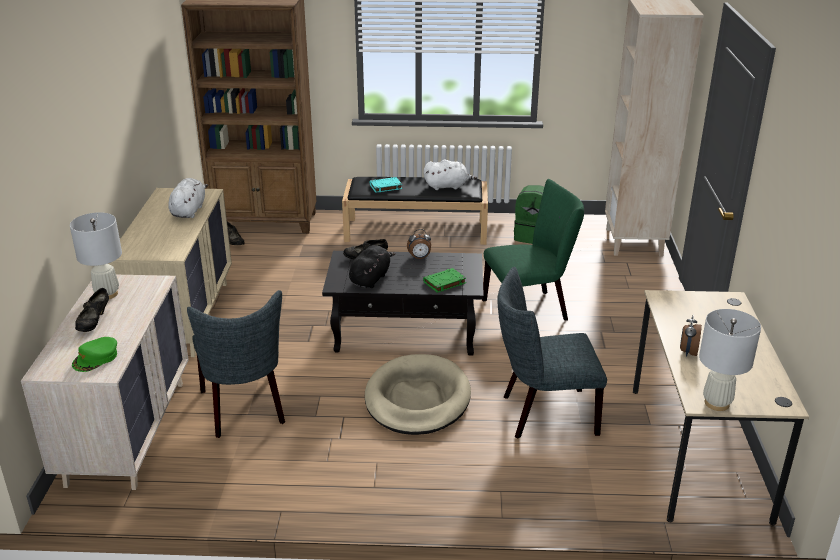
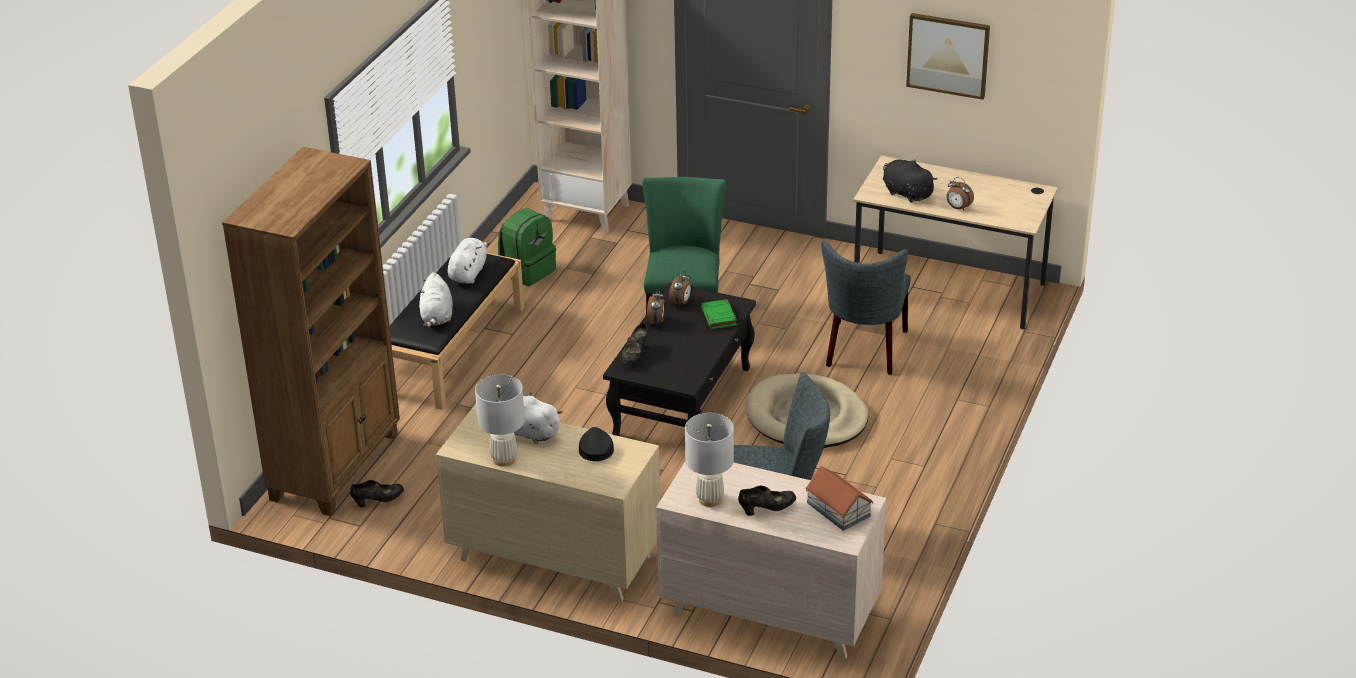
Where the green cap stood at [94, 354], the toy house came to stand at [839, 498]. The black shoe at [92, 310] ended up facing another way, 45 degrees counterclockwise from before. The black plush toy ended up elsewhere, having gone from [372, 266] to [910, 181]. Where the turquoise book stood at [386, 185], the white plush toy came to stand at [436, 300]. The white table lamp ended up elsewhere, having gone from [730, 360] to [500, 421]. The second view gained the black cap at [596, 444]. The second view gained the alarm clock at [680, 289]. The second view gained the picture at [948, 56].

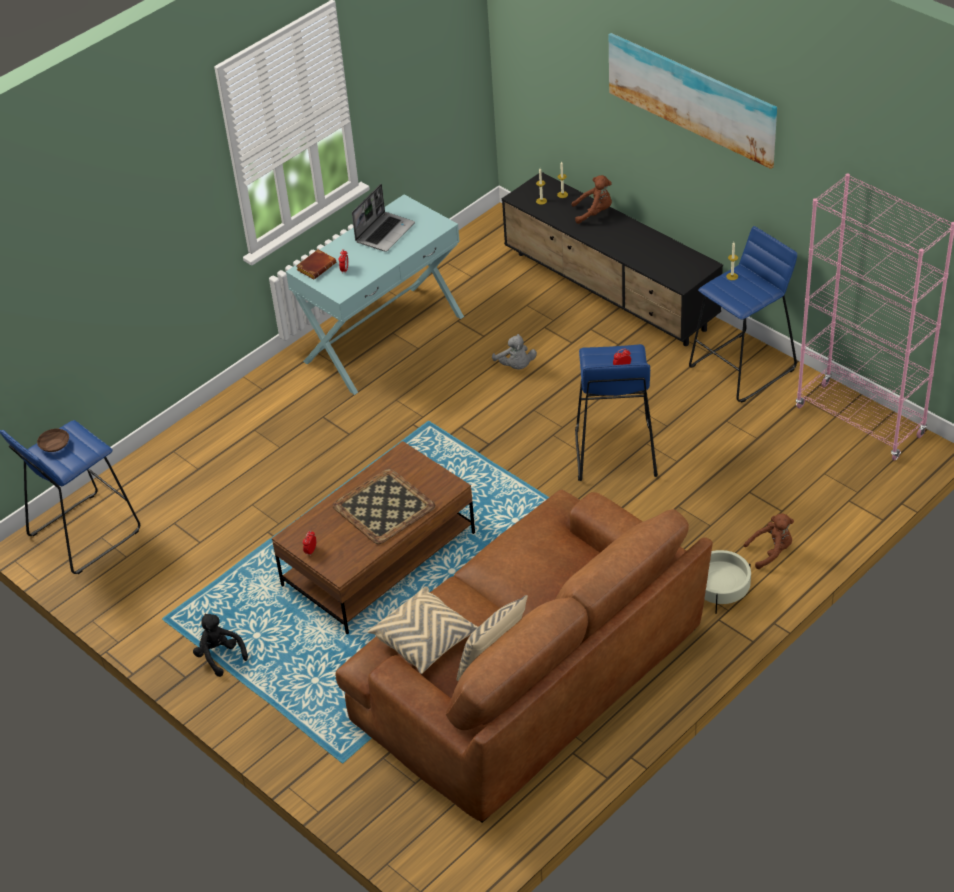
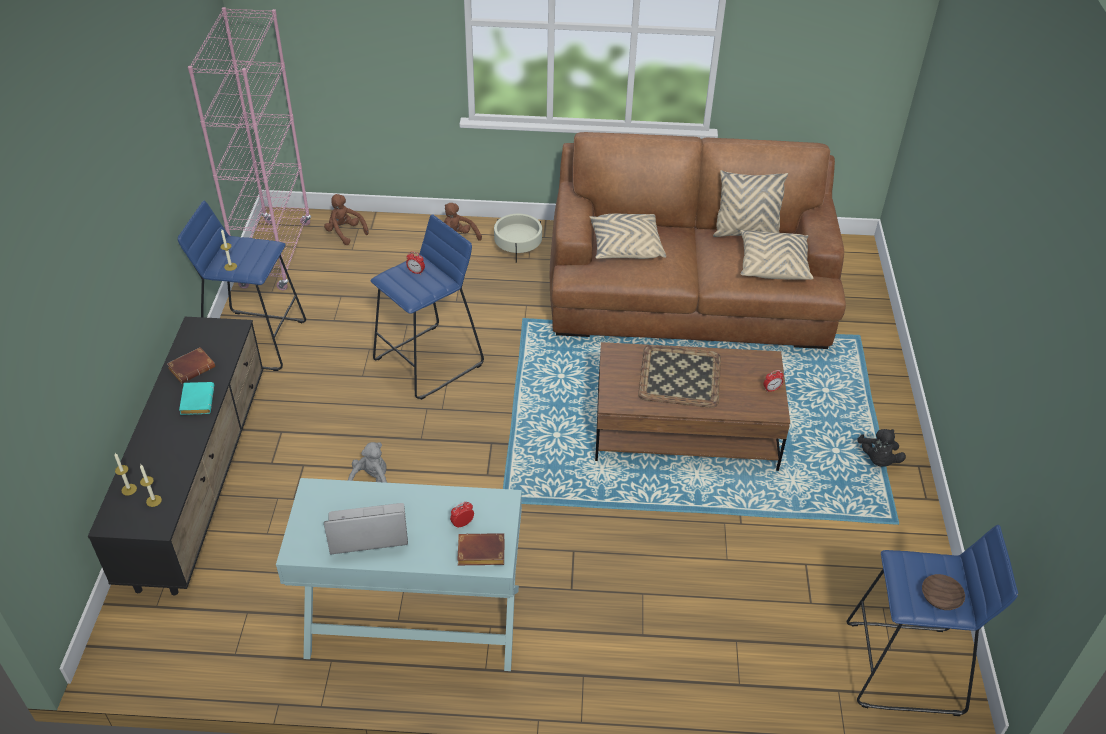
The brown plush toy ended up elsewhere, having gone from [591, 199] to [346, 219]. The second view lost the picture at [693, 101]. The second view gained the brown book at [191, 365]. The second view gained the turquoise book at [196, 398]. The second view gained the beige pillow at [627, 236].

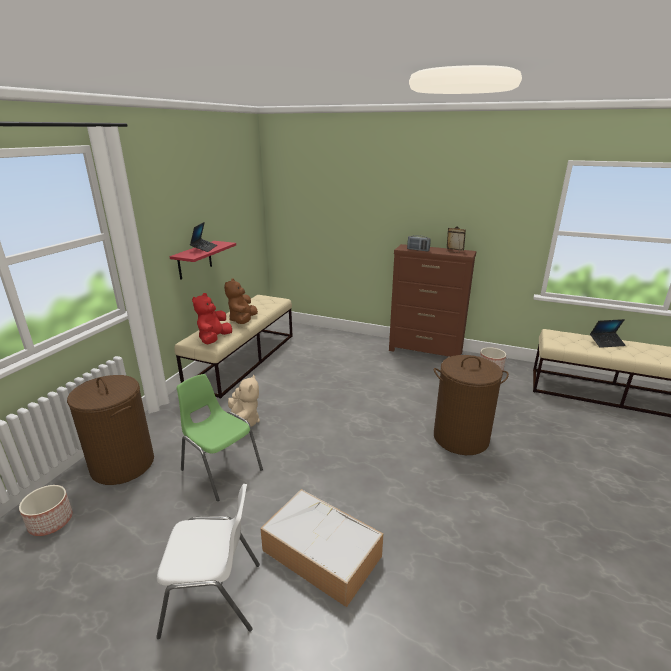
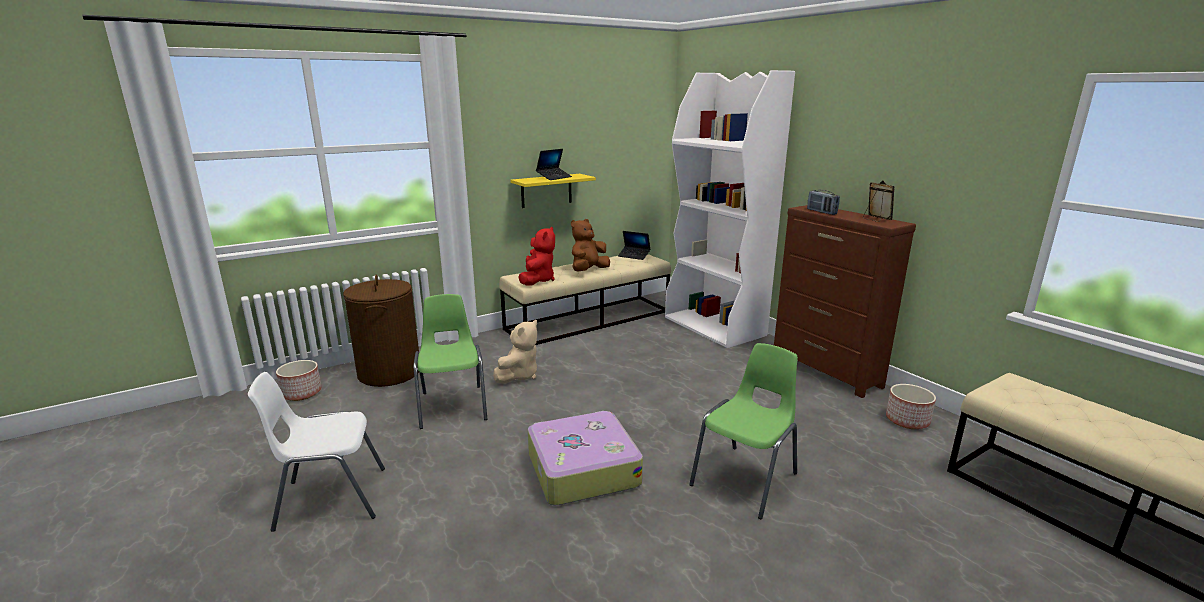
The white chair at [208, 561] ended up facing another way, 135 degrees clockwise from before. What was the red shelf at [203, 260] turned into the yellow shelf at [553, 191]. The red plush toy at [212, 318] ended up facing another way, 135 degrees clockwise from before. The second view lost the storage box at [321, 548]. Where the brown laundry basket stood at [471, 405], the green chair came to stand at [743, 431]. The laptop ended up elsewhere, having gone from [608, 333] to [634, 245]. The second view gained the suitcase at [585, 458]. The second view gained the white bookcase at [730, 209].

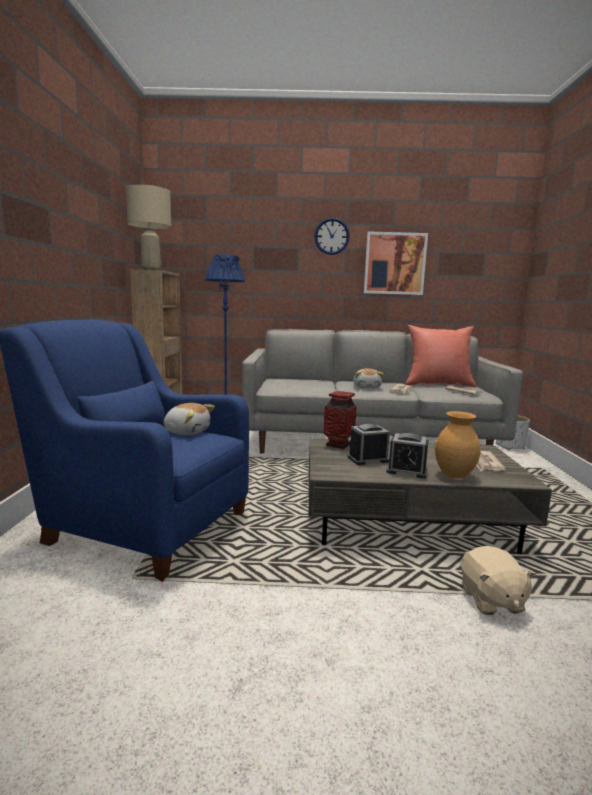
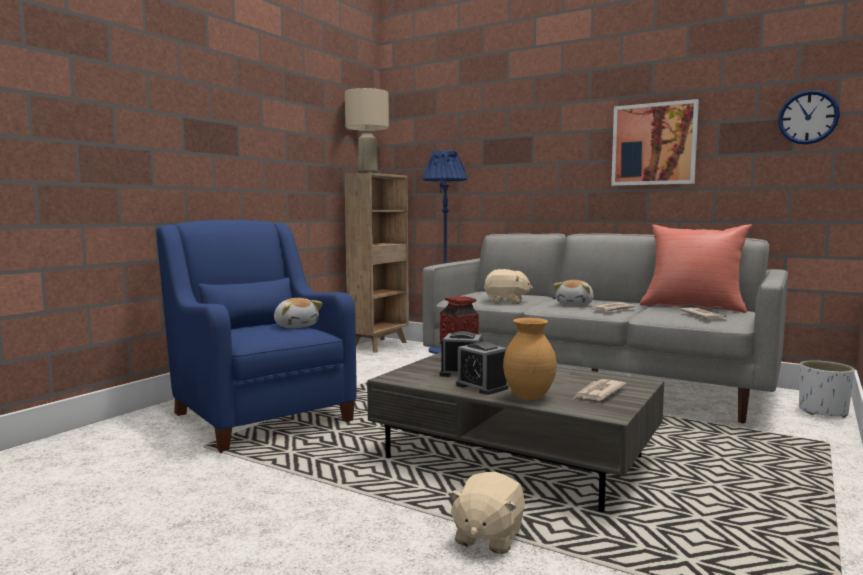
The wall clock ended up elsewhere, having gone from [332, 236] to [809, 117]. The second view gained the beige plush toy at [508, 286].

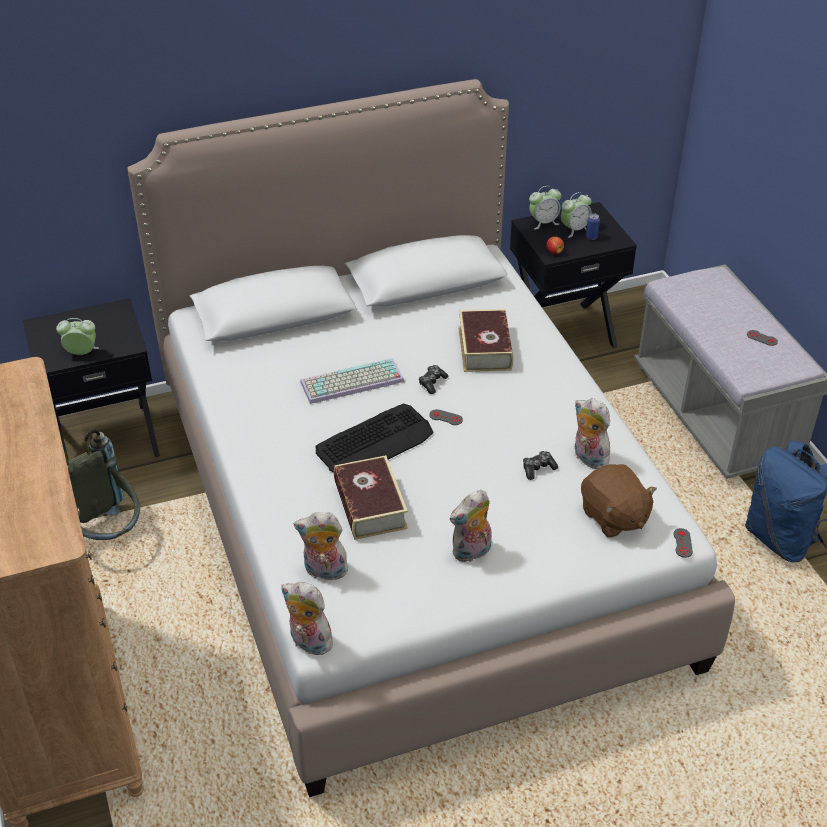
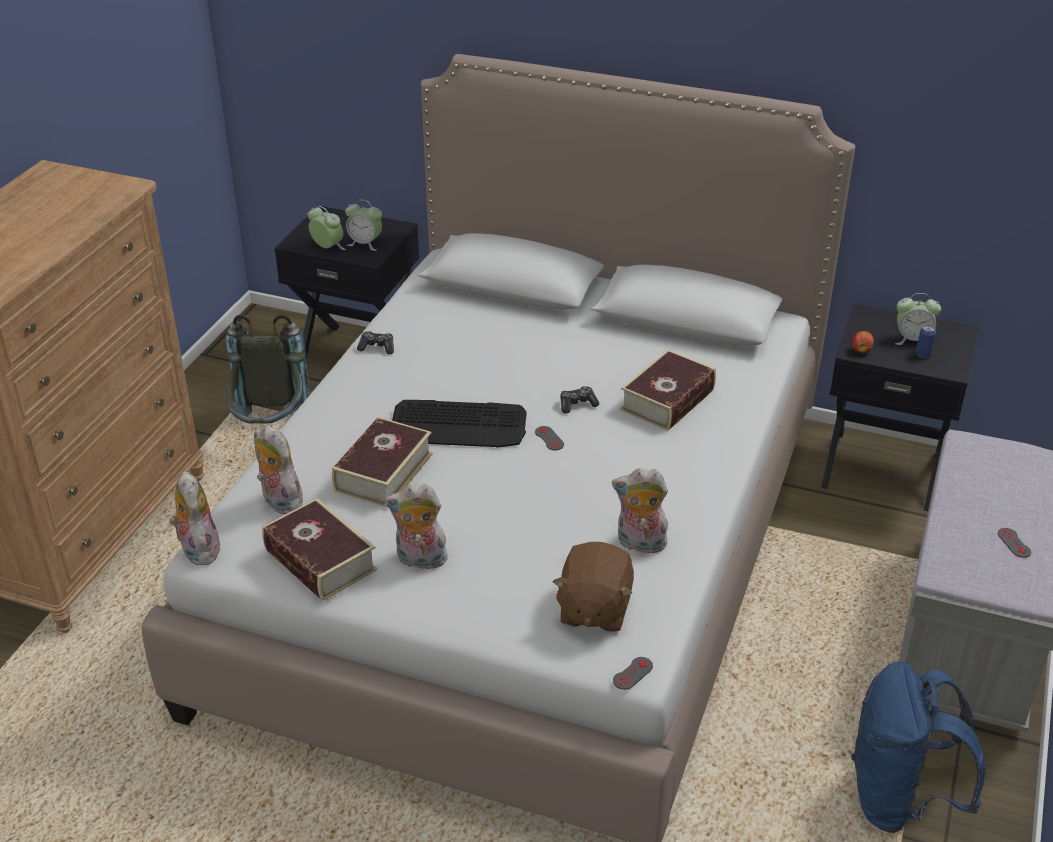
The second view lost the keyboard at [352, 381]. The game controller ended up elsewhere, having gone from [540, 465] to [375, 342]. The alarm clock ended up elsewhere, having gone from [545, 208] to [363, 225]. The plush toy at [592, 433] ended up facing another way, 75 degrees counterclockwise from before. The second view gained the book at [319, 549].

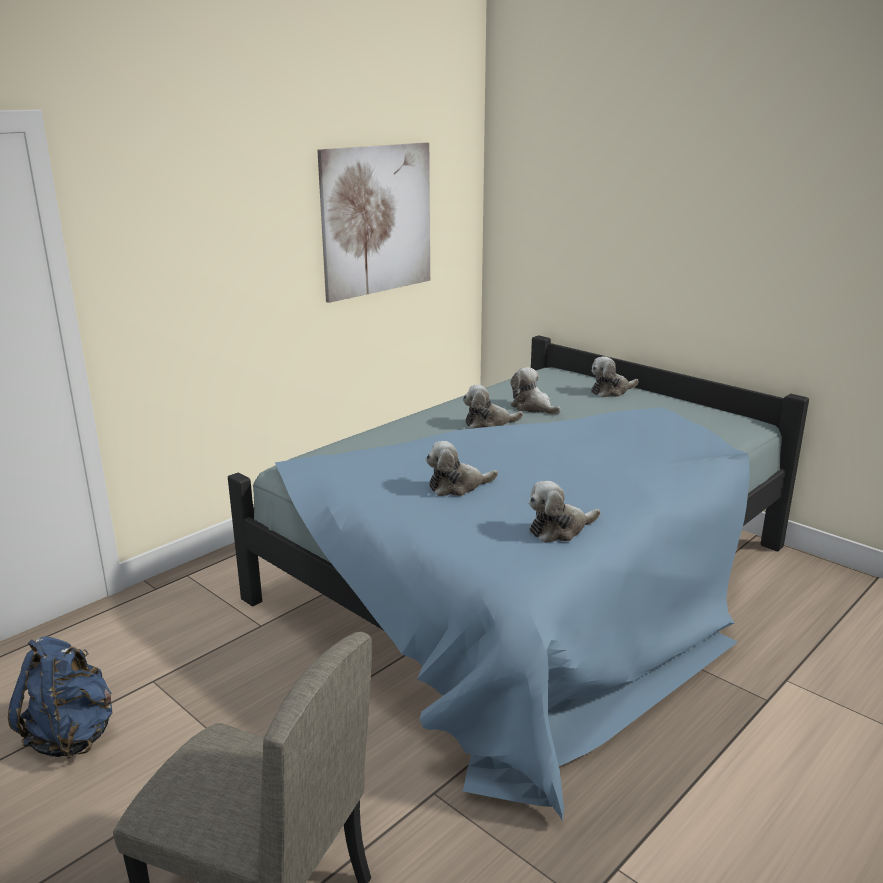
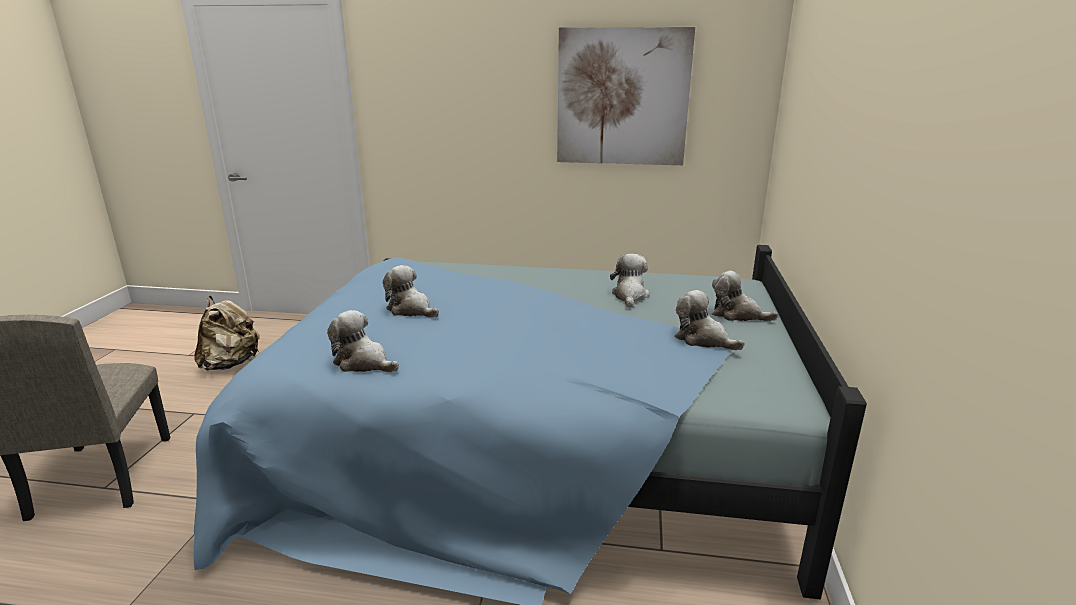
What was the blue backpack at [60, 697] turned into the beige backpack at [227, 333]. The plush toy ended up elsewhere, having gone from [492, 406] to [709, 320].

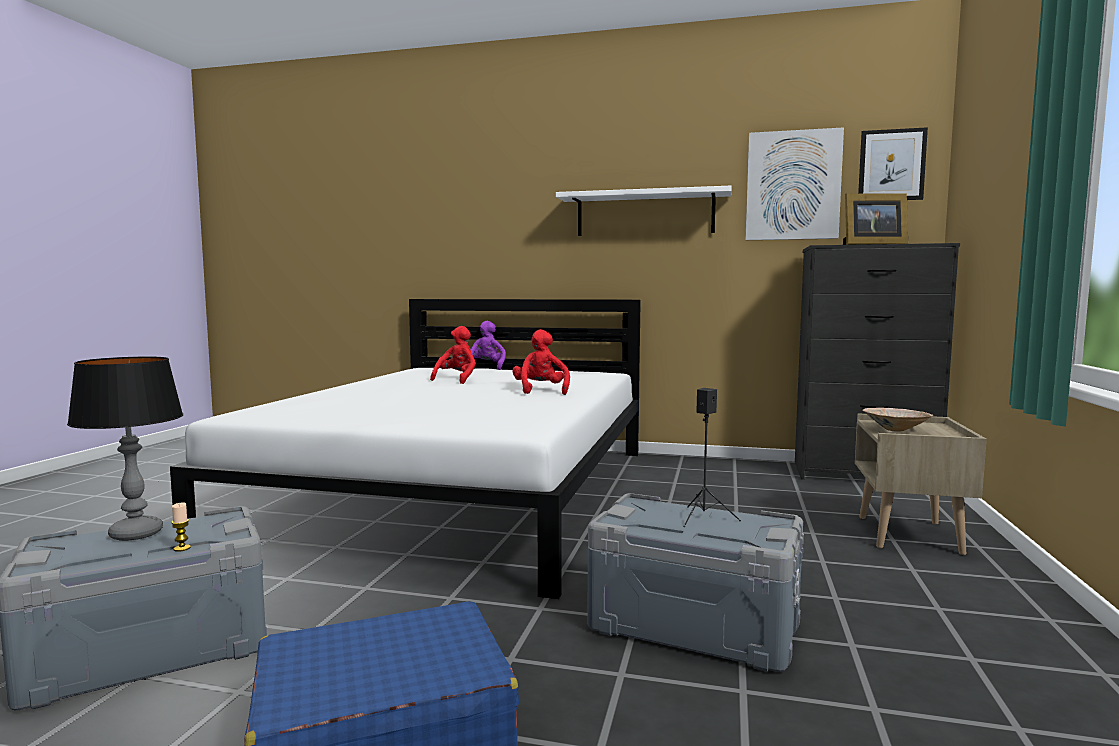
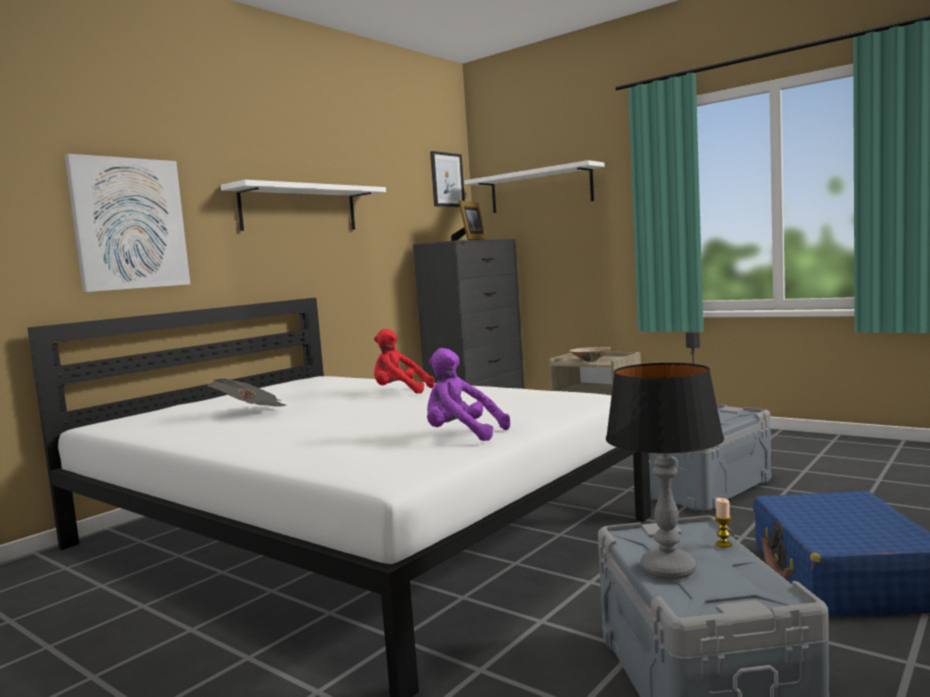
Where the red plush toy stood at [453, 355], the newspaper came to stand at [246, 393]. The purple plush toy ended up elsewhere, having gone from [488, 345] to [468, 394]. The picture ended up elsewhere, having gone from [795, 183] to [127, 223]. The second view gained the white shelf at [534, 186].

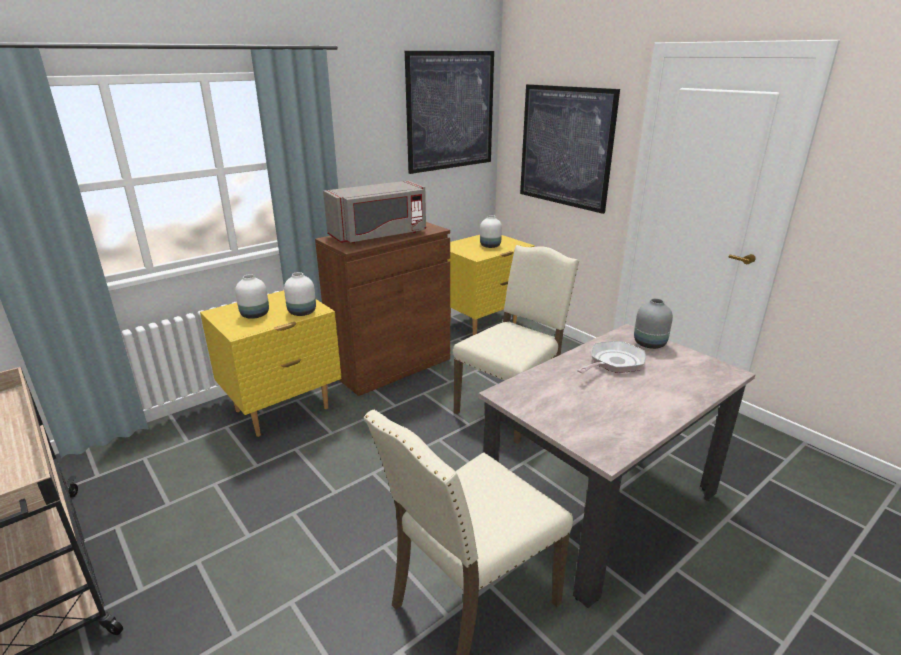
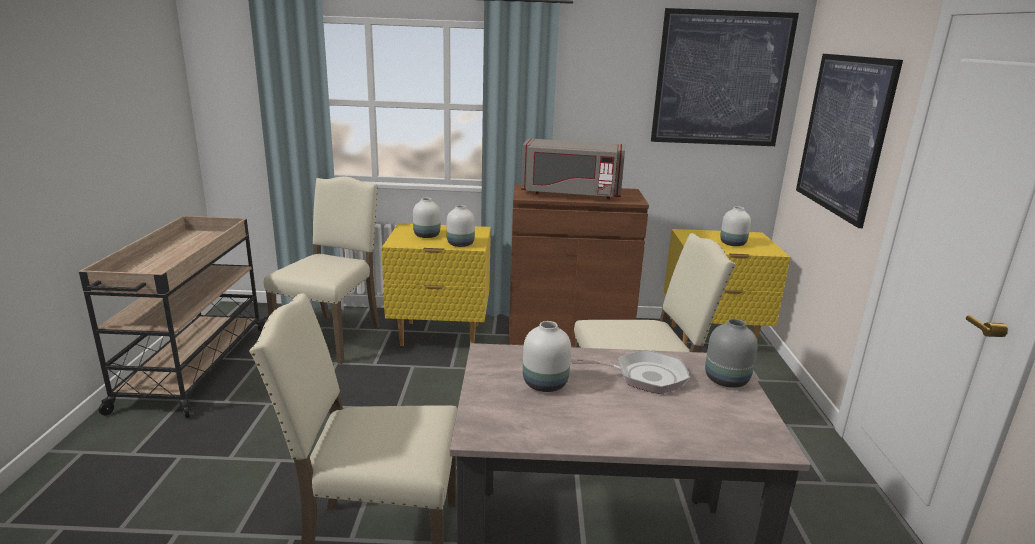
The second view gained the beige chair at [322, 270]. The second view gained the white vase at [547, 356].

